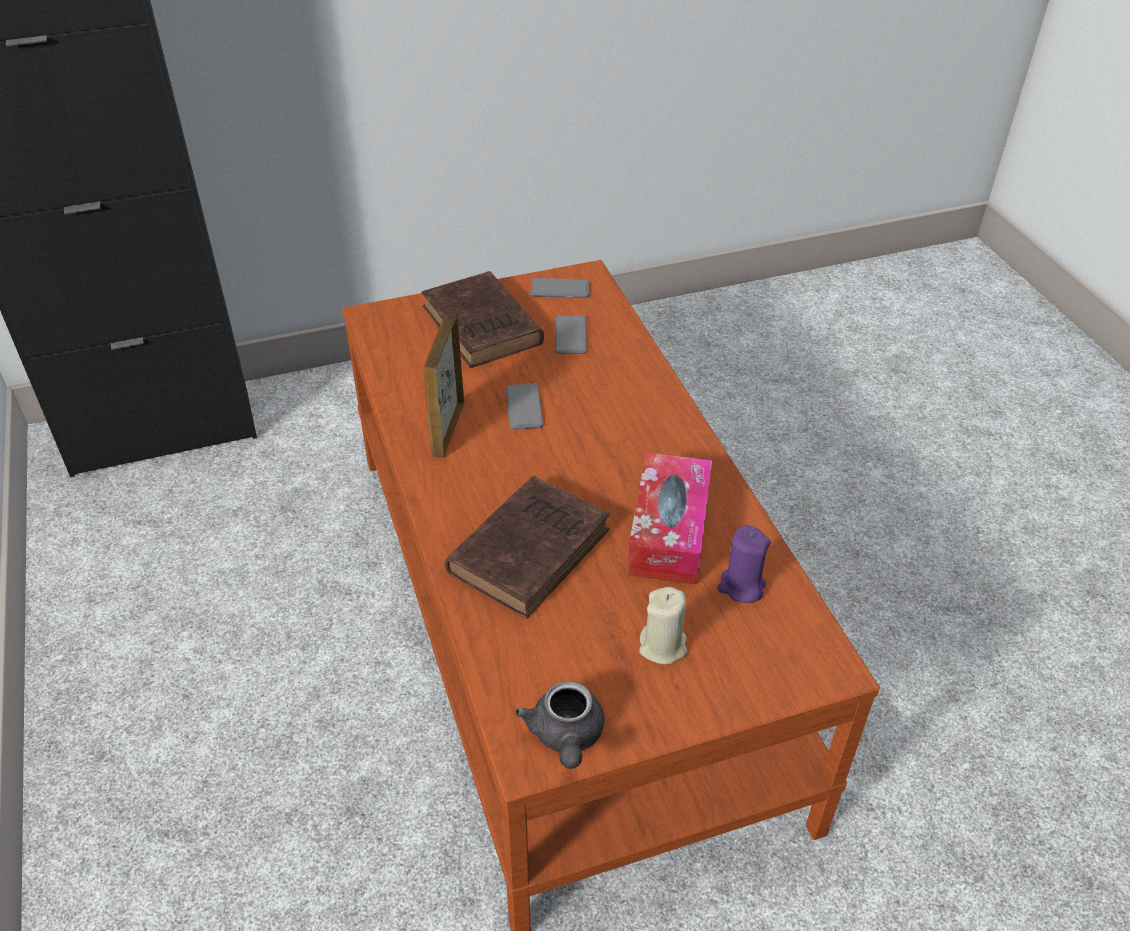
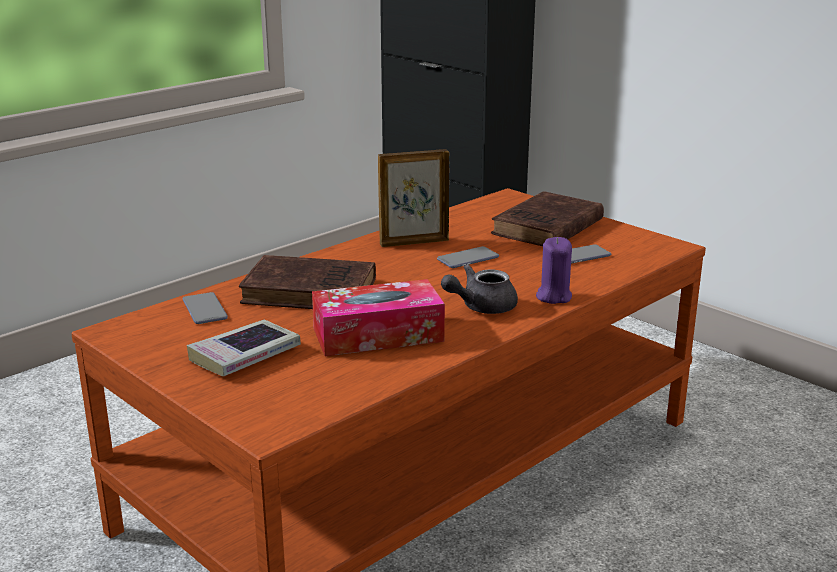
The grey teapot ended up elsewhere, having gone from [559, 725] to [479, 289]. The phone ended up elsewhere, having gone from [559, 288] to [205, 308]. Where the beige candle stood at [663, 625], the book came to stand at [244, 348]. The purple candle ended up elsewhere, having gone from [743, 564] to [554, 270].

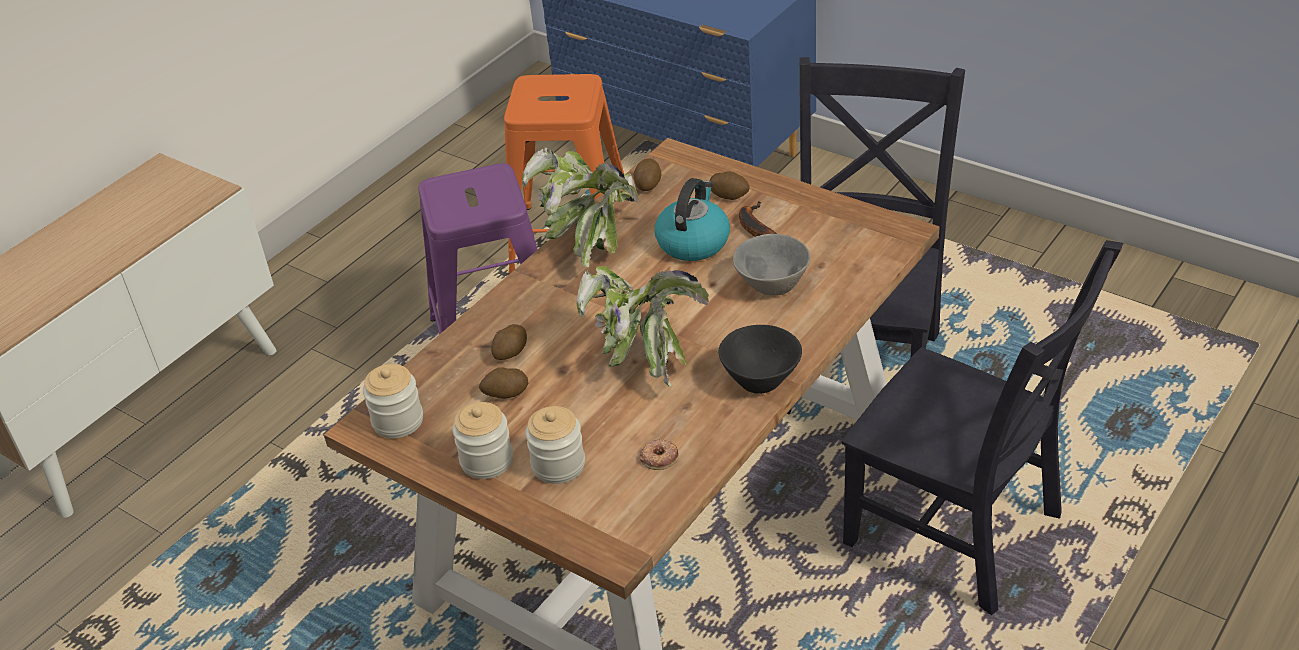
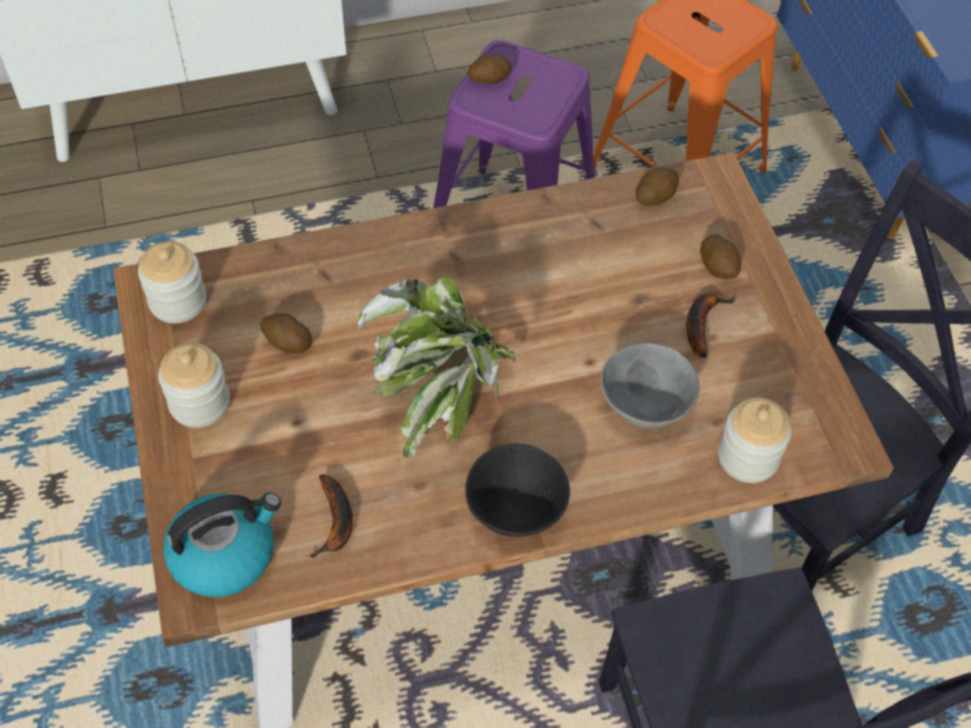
The potato ended up elsewhere, having gone from [509, 342] to [489, 69]. The second view lost the potted plant at [580, 207]. The jar ended up elsewhere, having gone from [555, 445] to [754, 440]. Where the donut stood at [659, 454], the banana came to stand at [329, 516]. The kettle ended up elsewhere, having gone from [692, 219] to [222, 545].

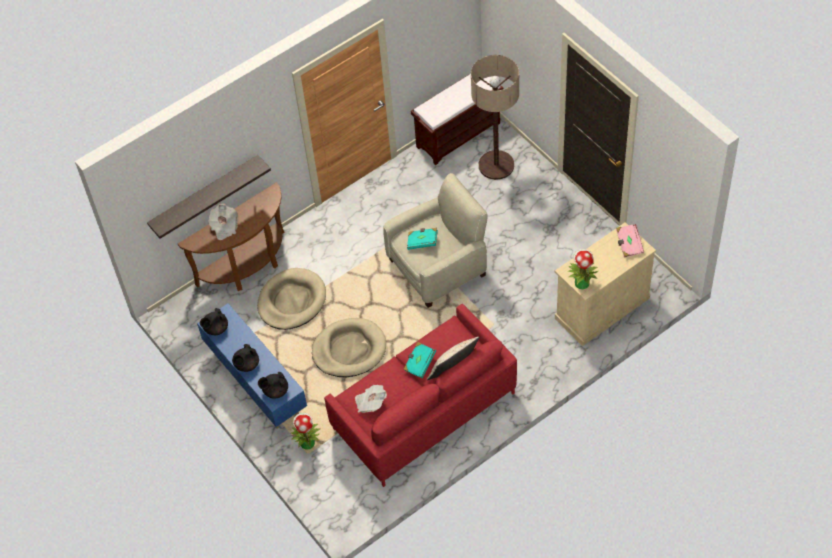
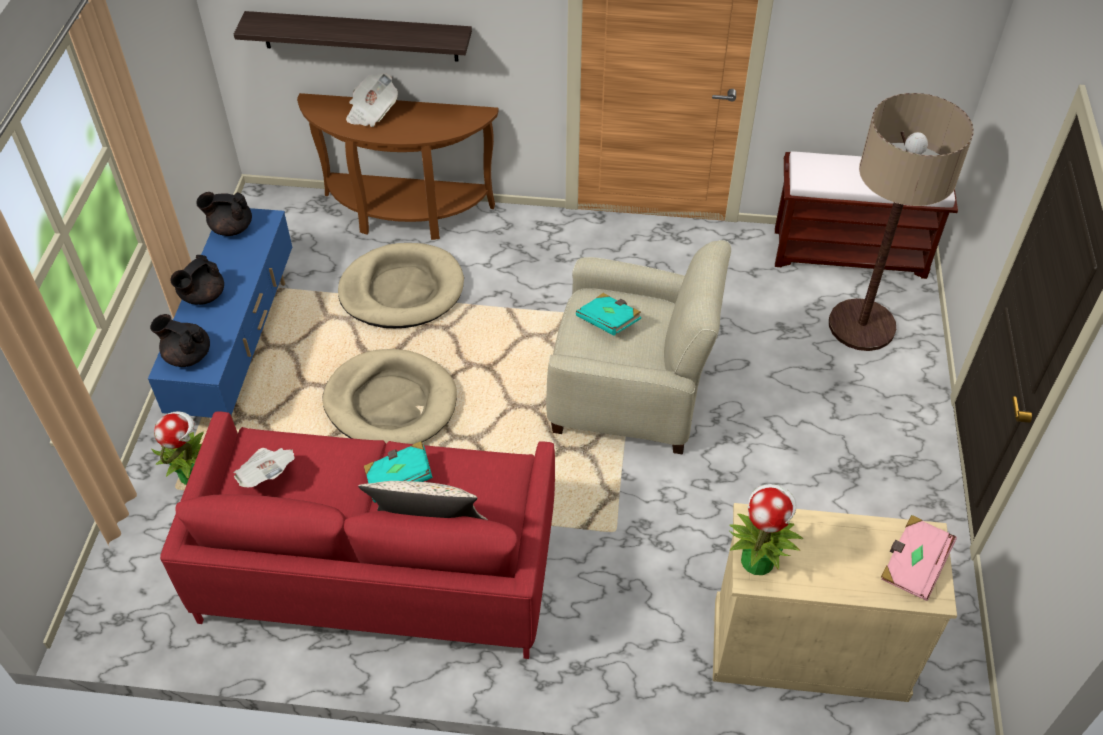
The black teapot at [245, 358] ended up facing another way, 45 degrees counterclockwise from before.

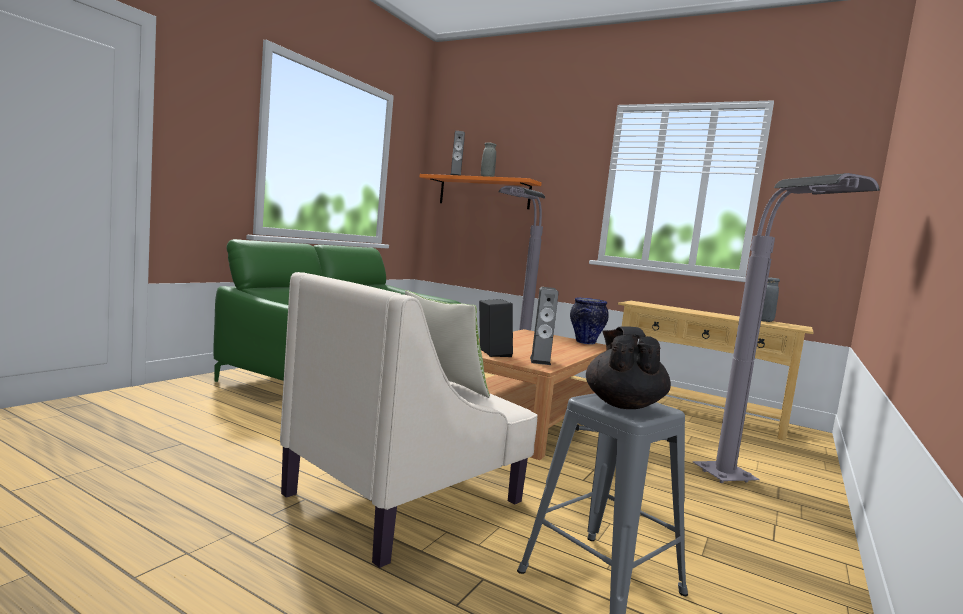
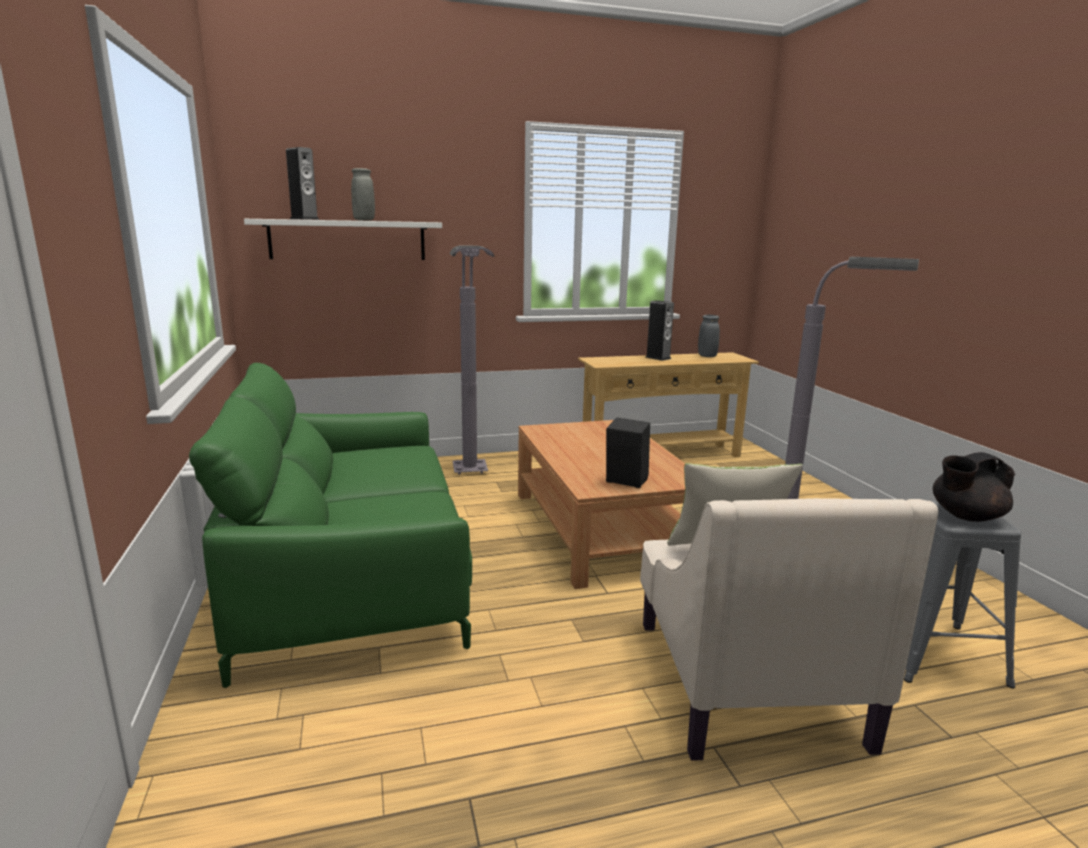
What was the orange shelf at [481, 191] turned into the white shelf at [343, 239]. The speaker ended up elsewhere, having gone from [544, 326] to [659, 330]. The second view lost the vase at [589, 321]. The black teapot at [628, 367] ended up facing another way, 60 degrees counterclockwise from before.

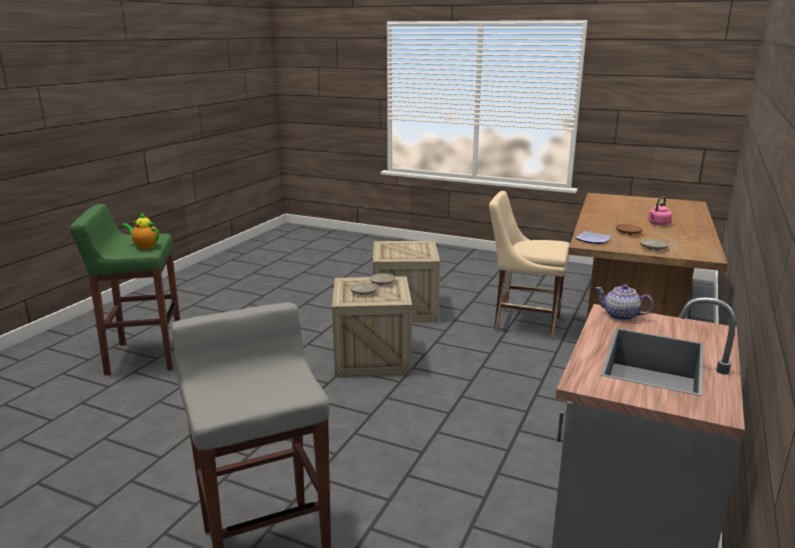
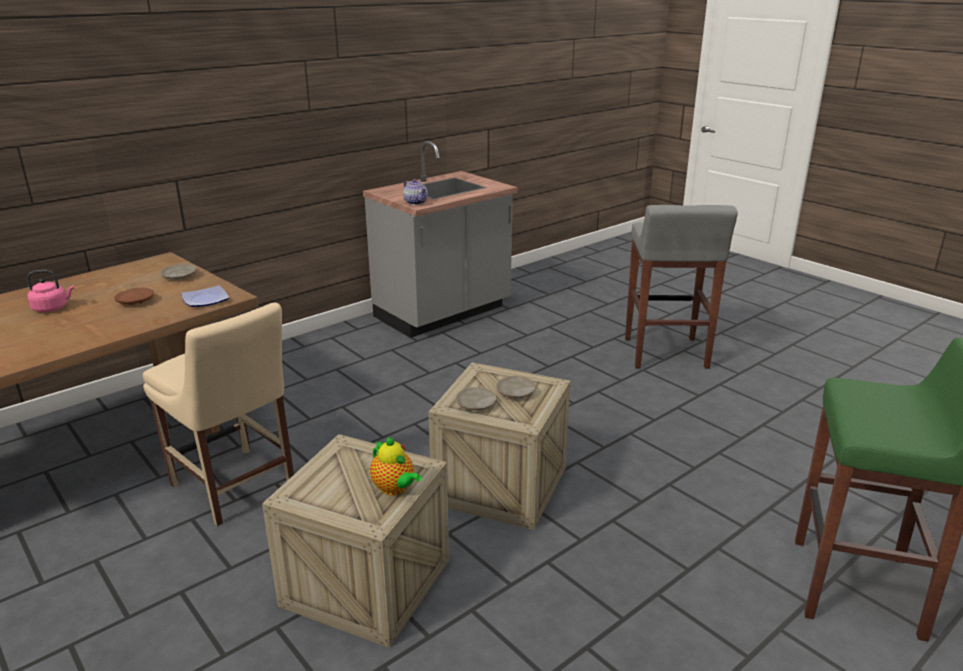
The teapot ended up elsewhere, having gone from [140, 230] to [396, 466].

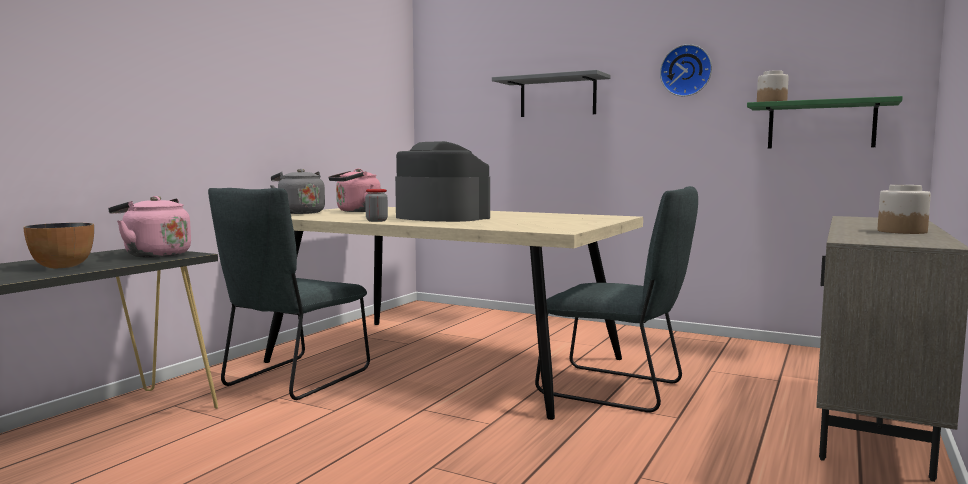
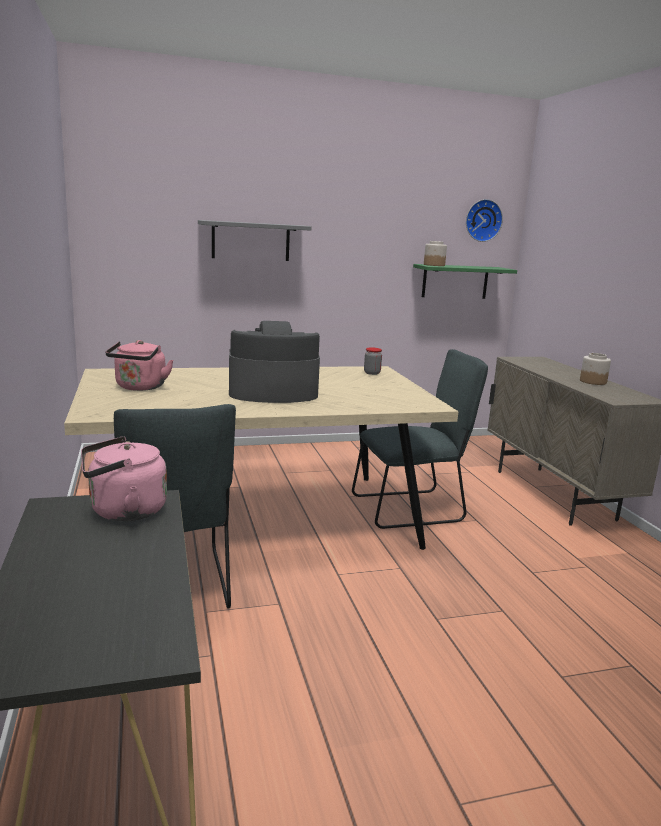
The second view lost the bowl at [58, 245]. The second view lost the grey kettle at [297, 191]. The jar ended up elsewhere, having gone from [376, 205] to [373, 361]. The wall clock ended up elsewhere, having gone from [686, 70] to [484, 220].

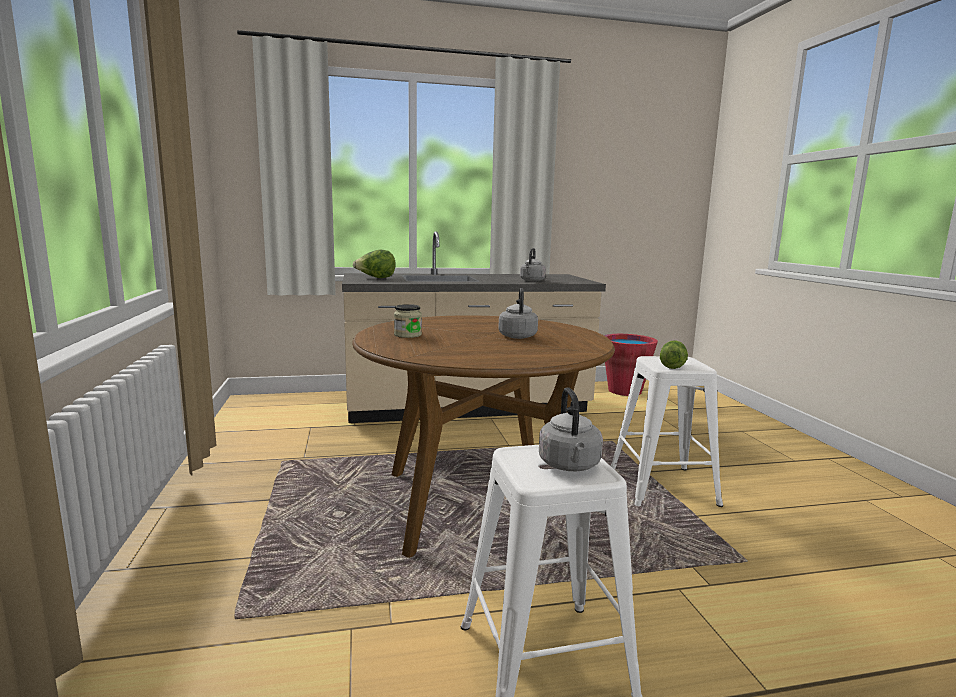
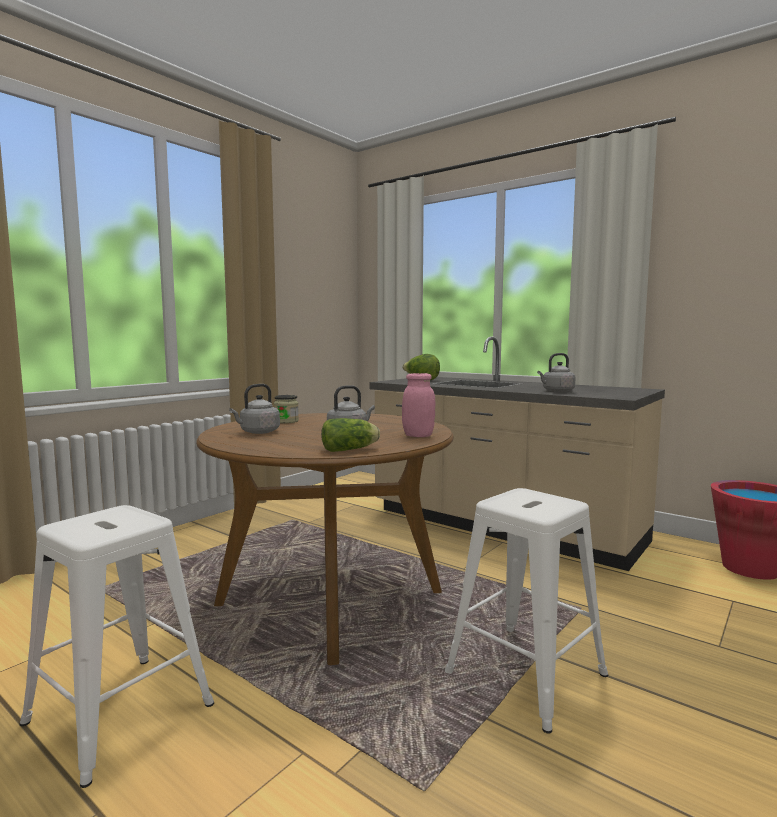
The grey kettle ended up elsewhere, having gone from [571, 429] to [254, 409]. The lettuce ended up elsewhere, having gone from [674, 354] to [350, 435]. The second view gained the pink jar at [418, 405].

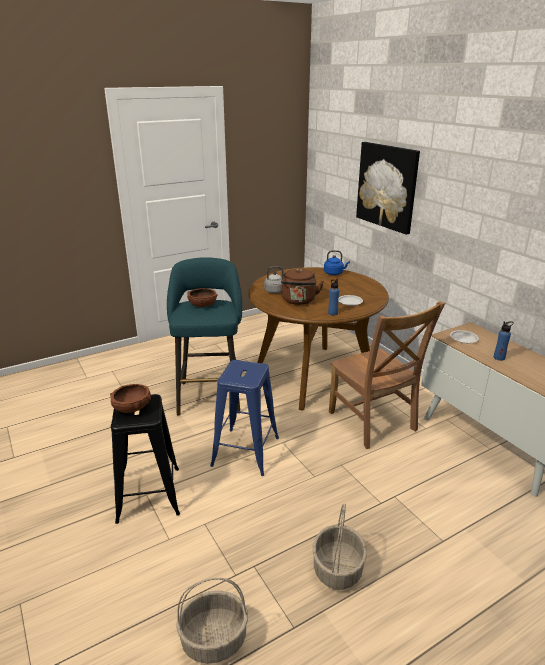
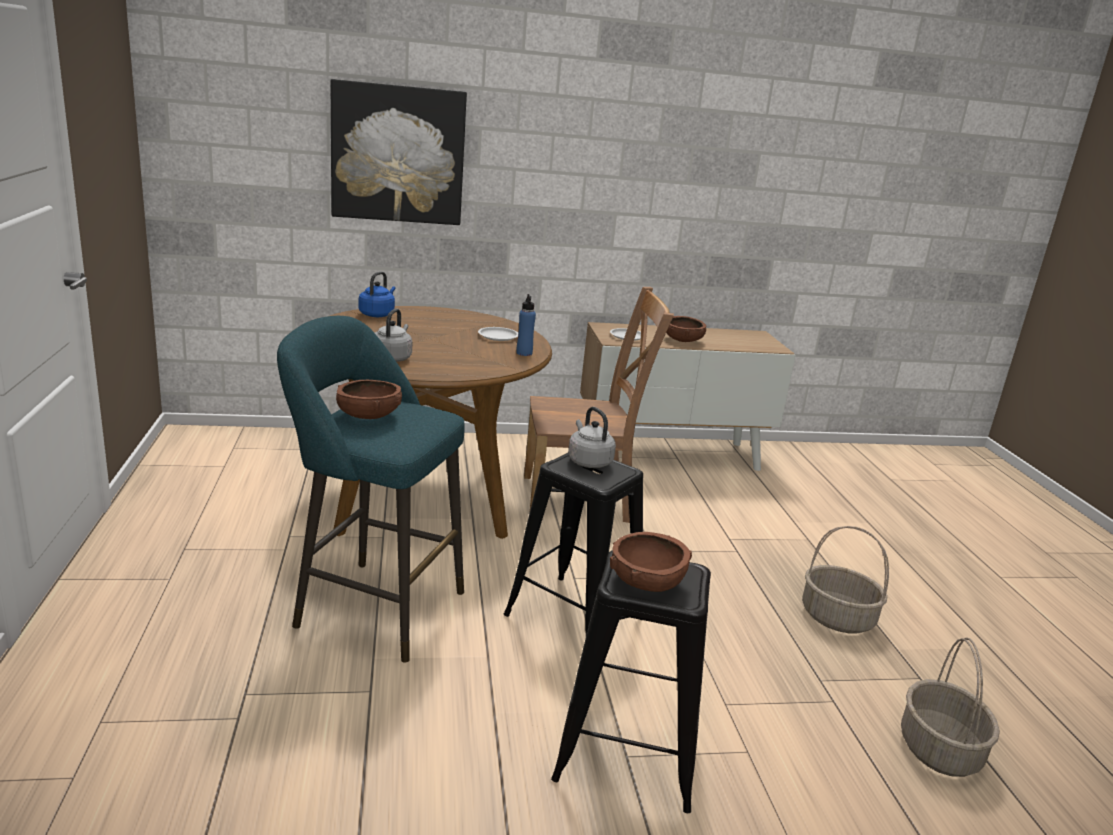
What was the blue stool at [244, 418] turned into the black stool at [573, 544]. The second view lost the brown kettle at [302, 287]. Where the blue bottle stood at [504, 341], the brown bowl came to stand at [686, 329]. The second view gained the grey kettle at [592, 437].

